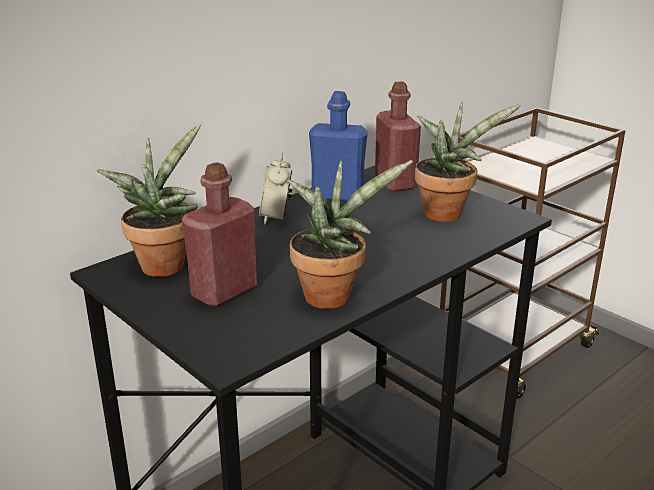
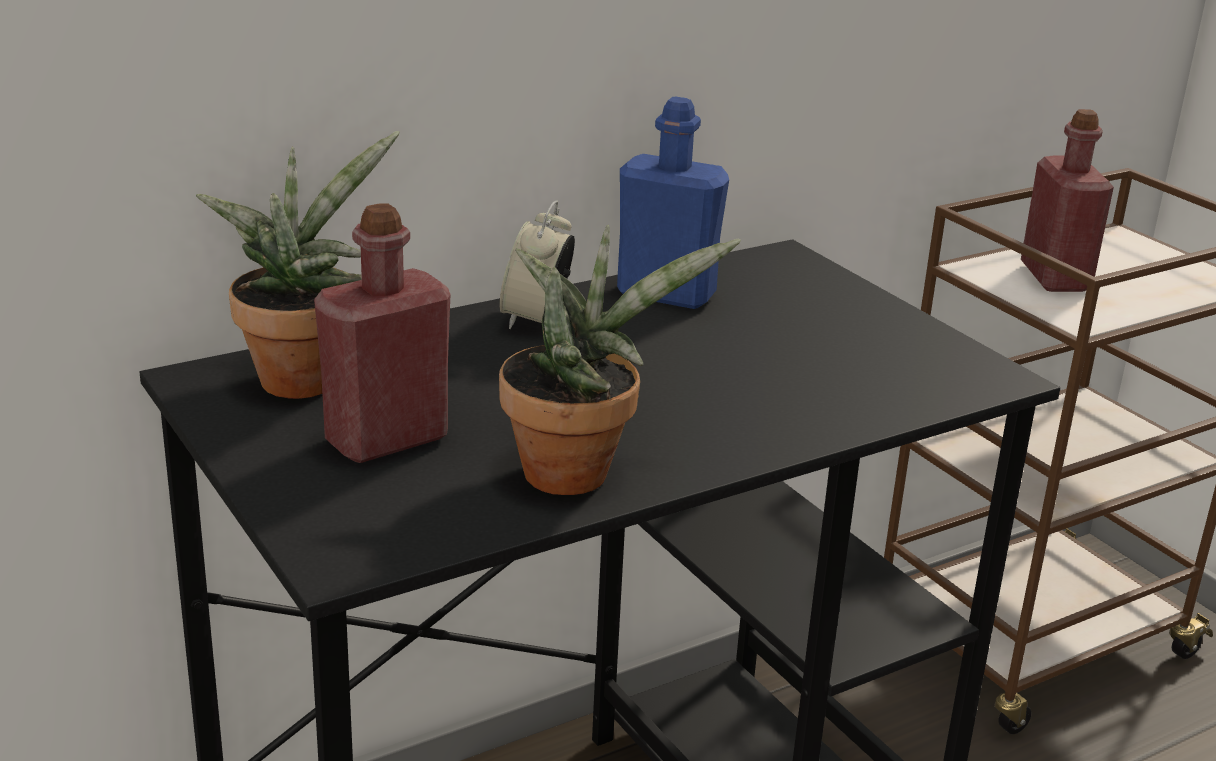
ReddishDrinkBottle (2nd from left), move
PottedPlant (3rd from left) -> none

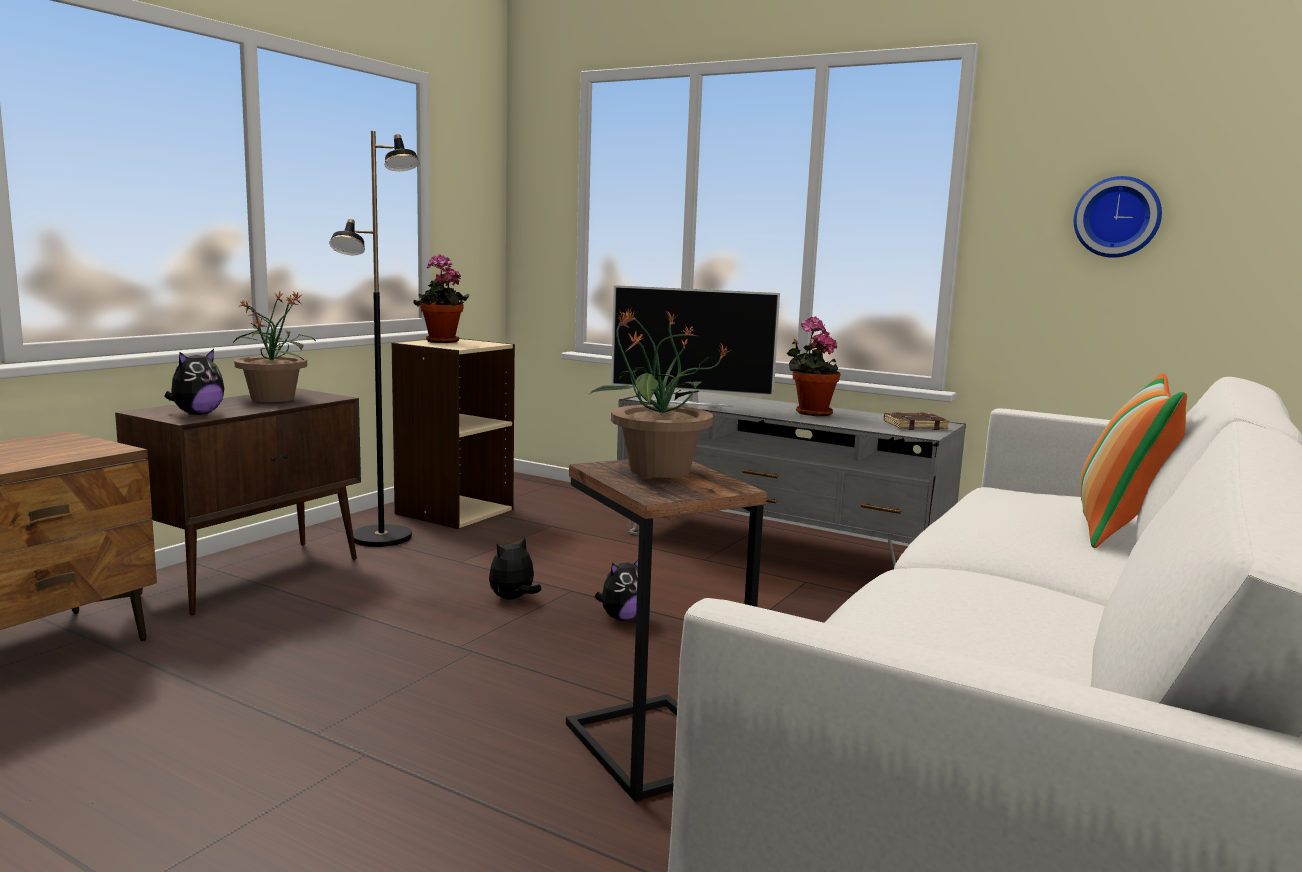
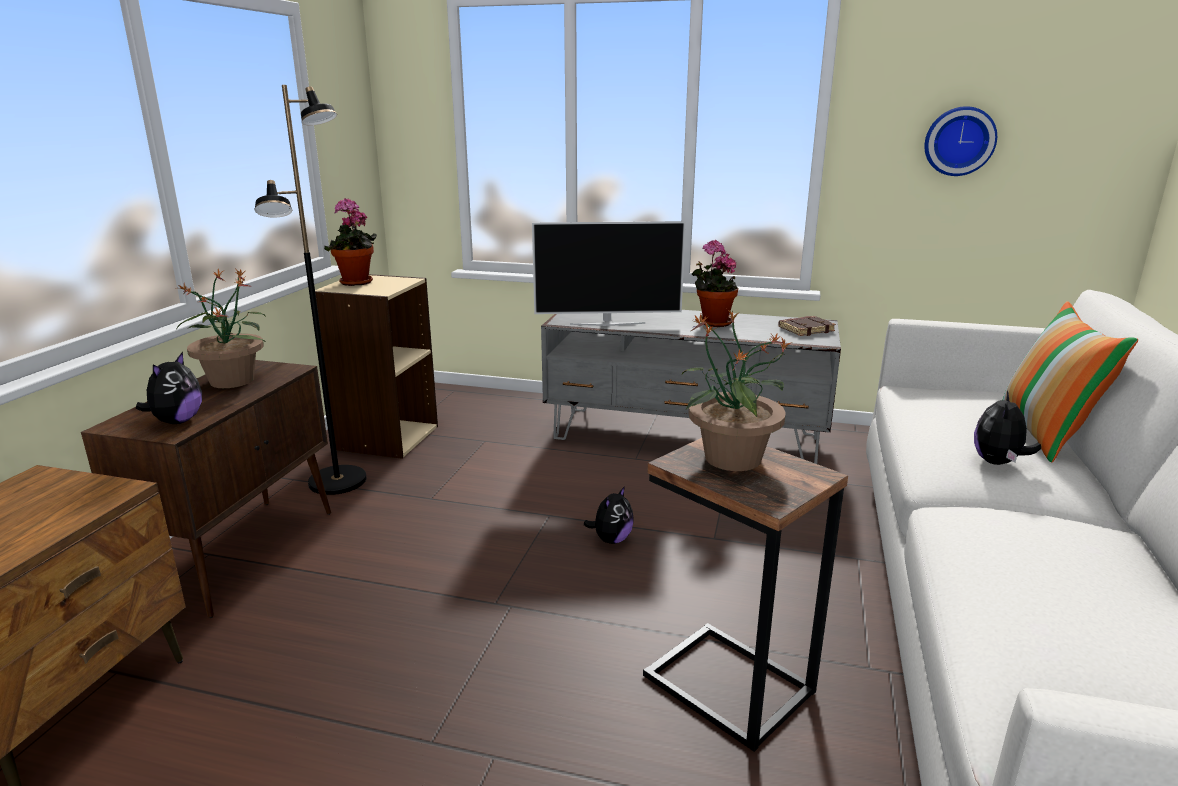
CuddlyToy (2nd from left in the first image) -> CuddlyToy (3rd from left), move

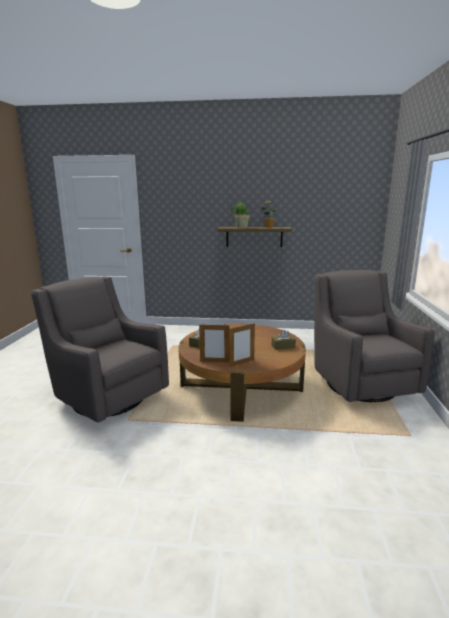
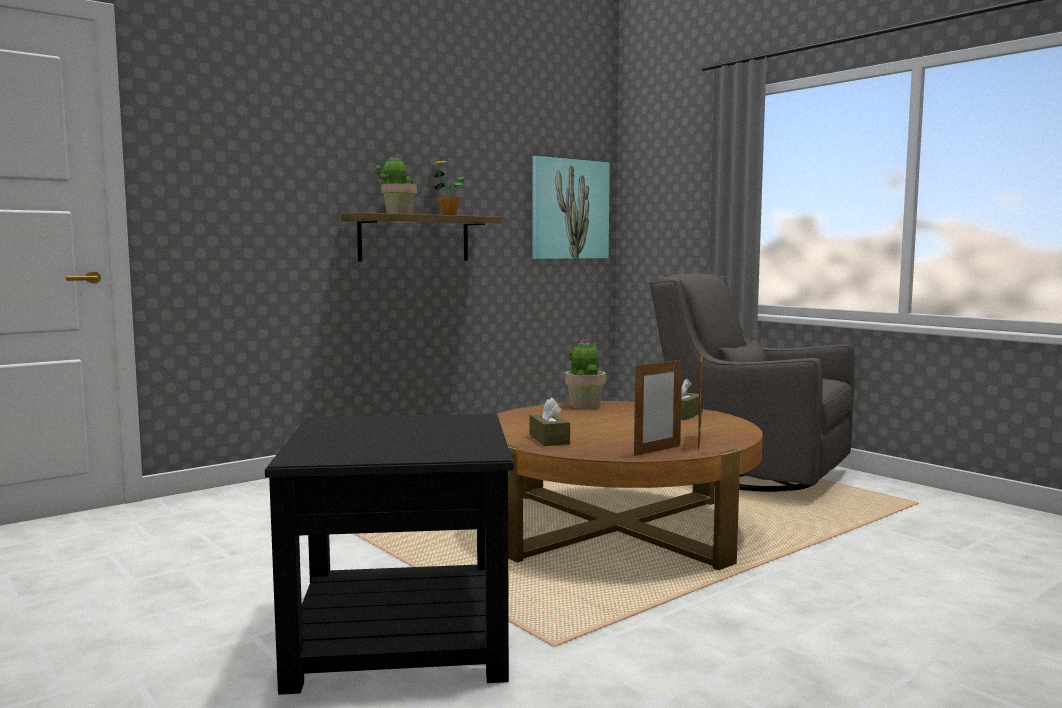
GrayEasyChair (1st from left) -> BlackColouredEndTable
none -> WallArt
none -> PottedPlant (3rd from left)

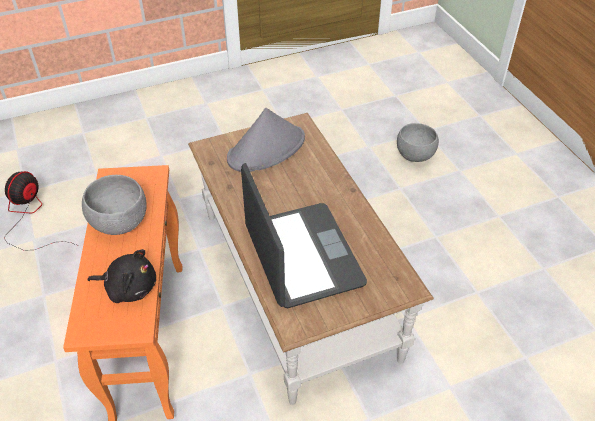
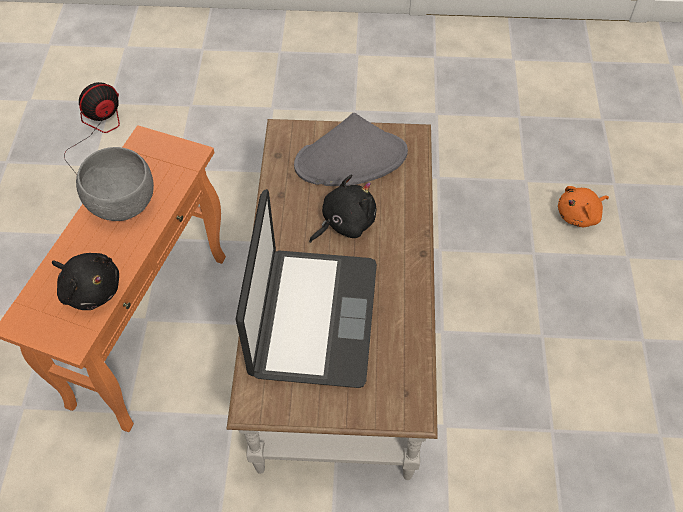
GrayServingBowl (2nd from left) -> OrangeColouredCuddlyToy
none -> BlackColouredCuddlyToy (2nd from left)

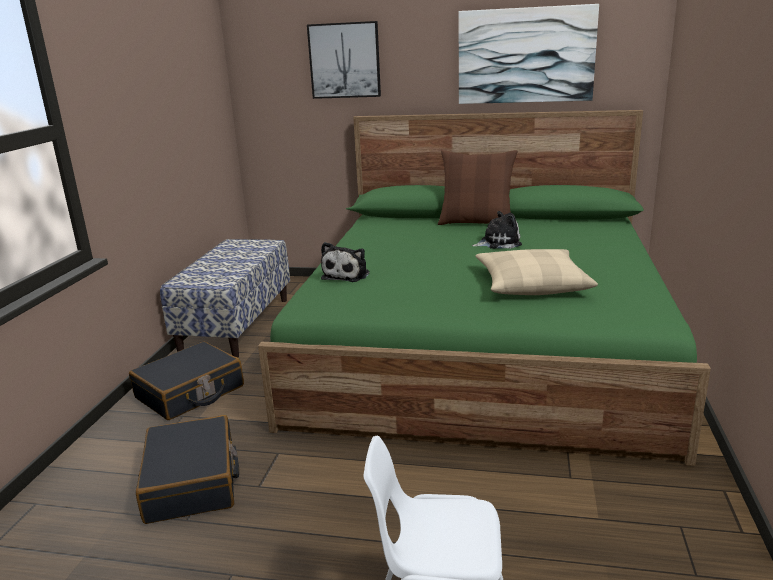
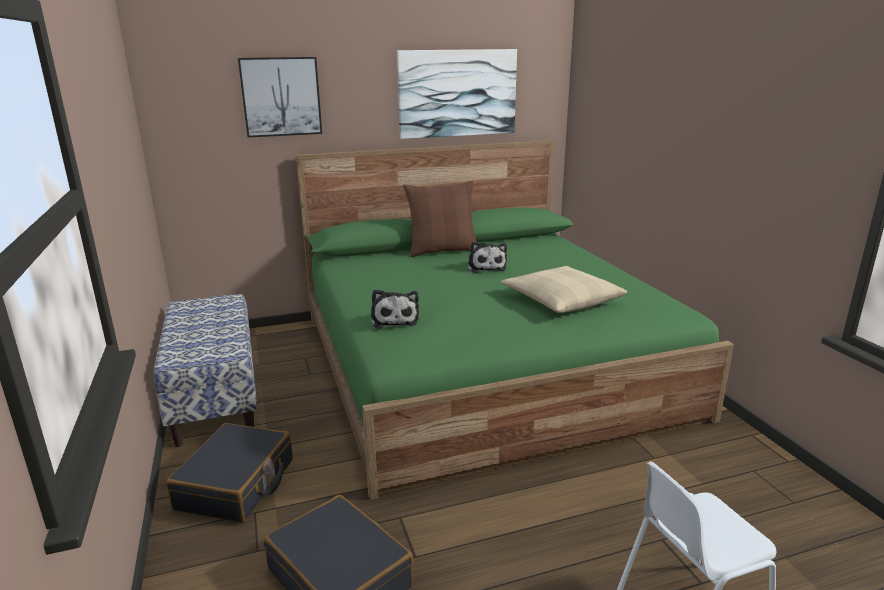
CuddlyToy (2nd from left), 120 degrees clockwise

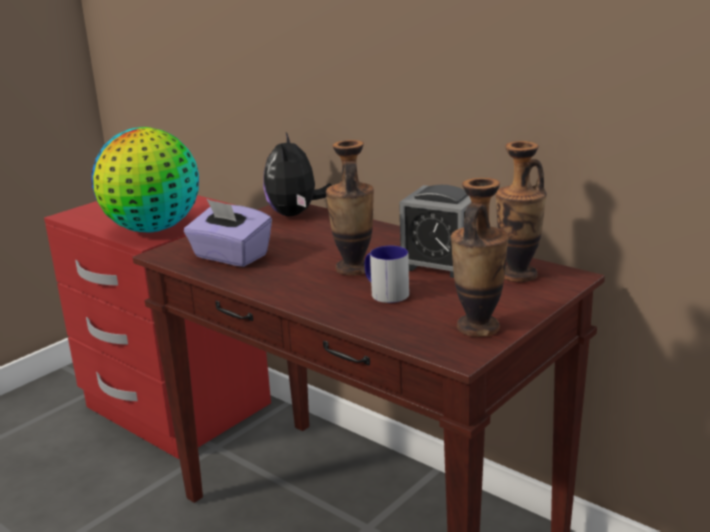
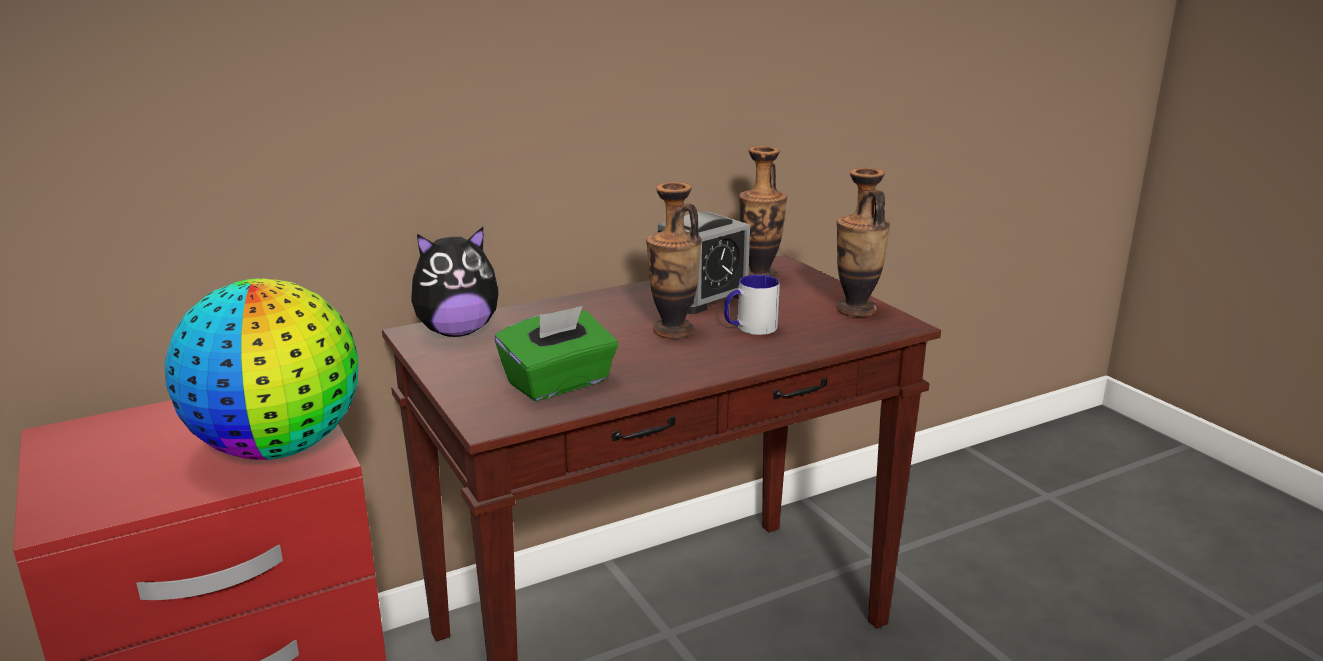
PurpleTissueBox -> GreenColouredTissueBox
CuddlyToy, 45 degrees counterclockwise

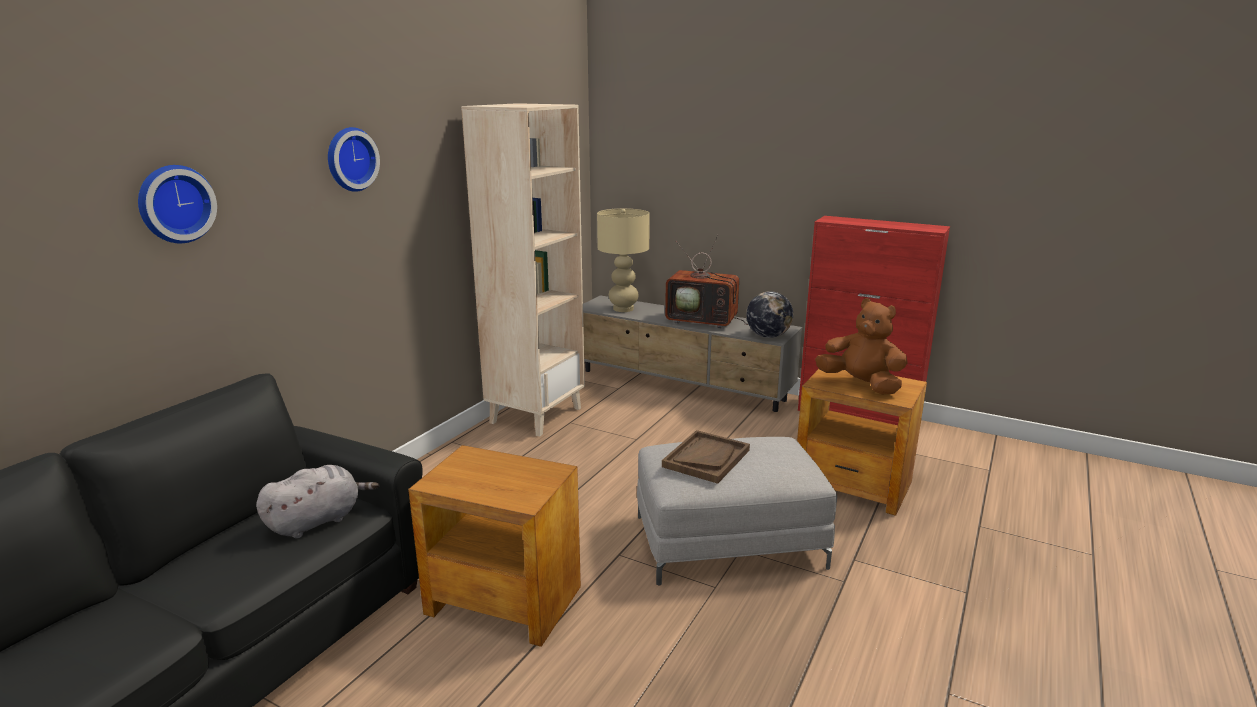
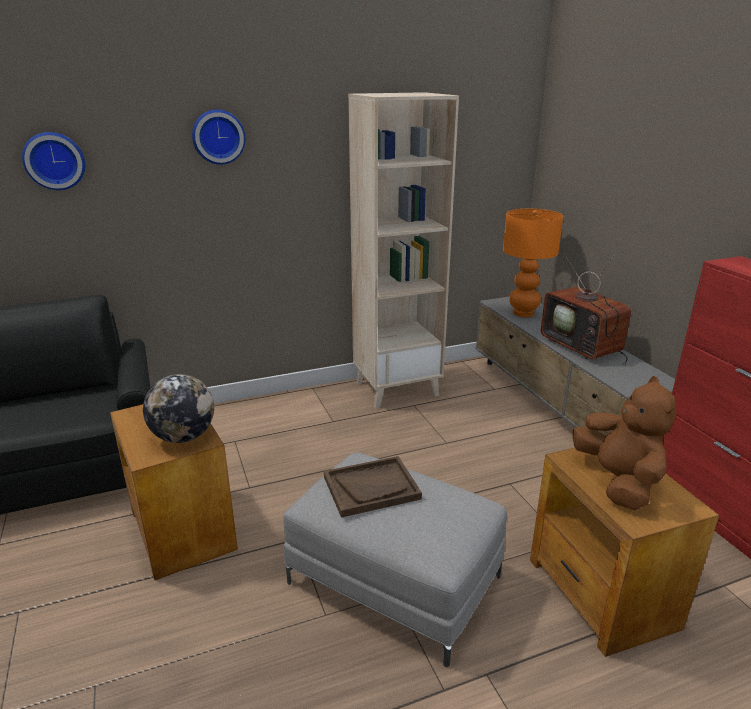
GrayCuddlyToy -> none
BeigeTabletopLamp -> OrangeColouredTabletopLamp
DeskGlobe, move

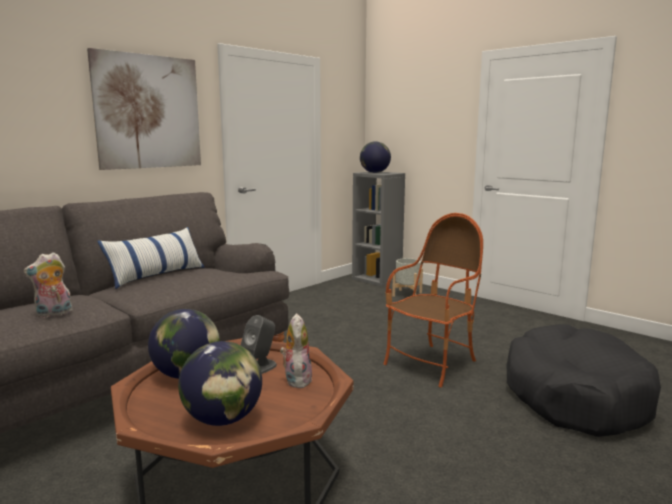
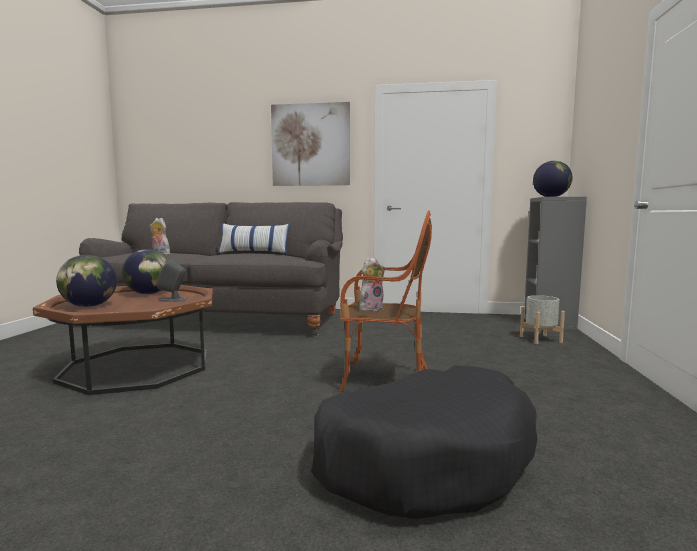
CuddlyToy (2nd from left), move

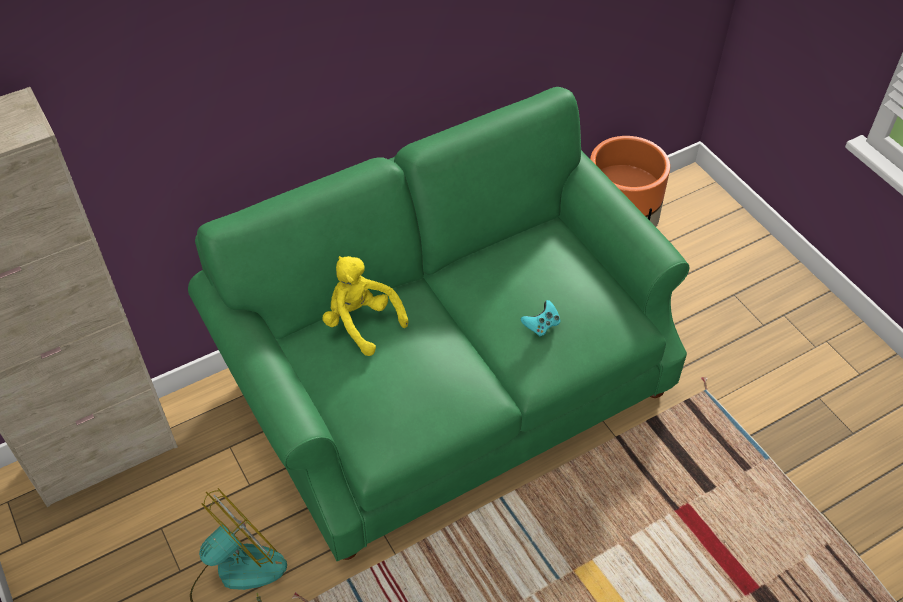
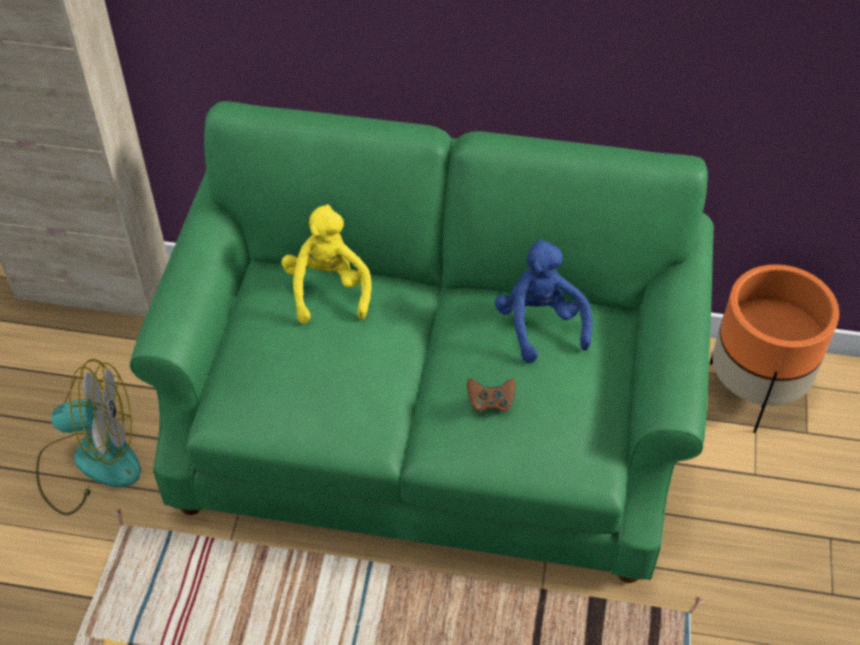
TurquoiseGameController -> BrownGameController
none -> BlueCuddlyToy

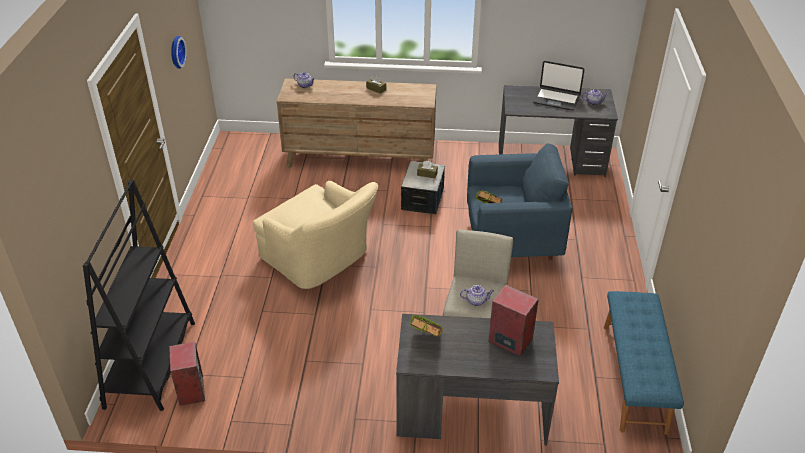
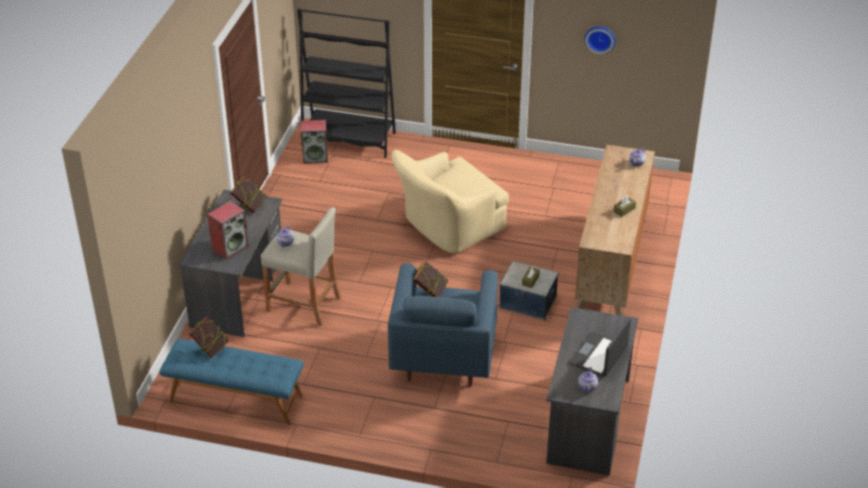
none -> BoundBook (1st from left)

